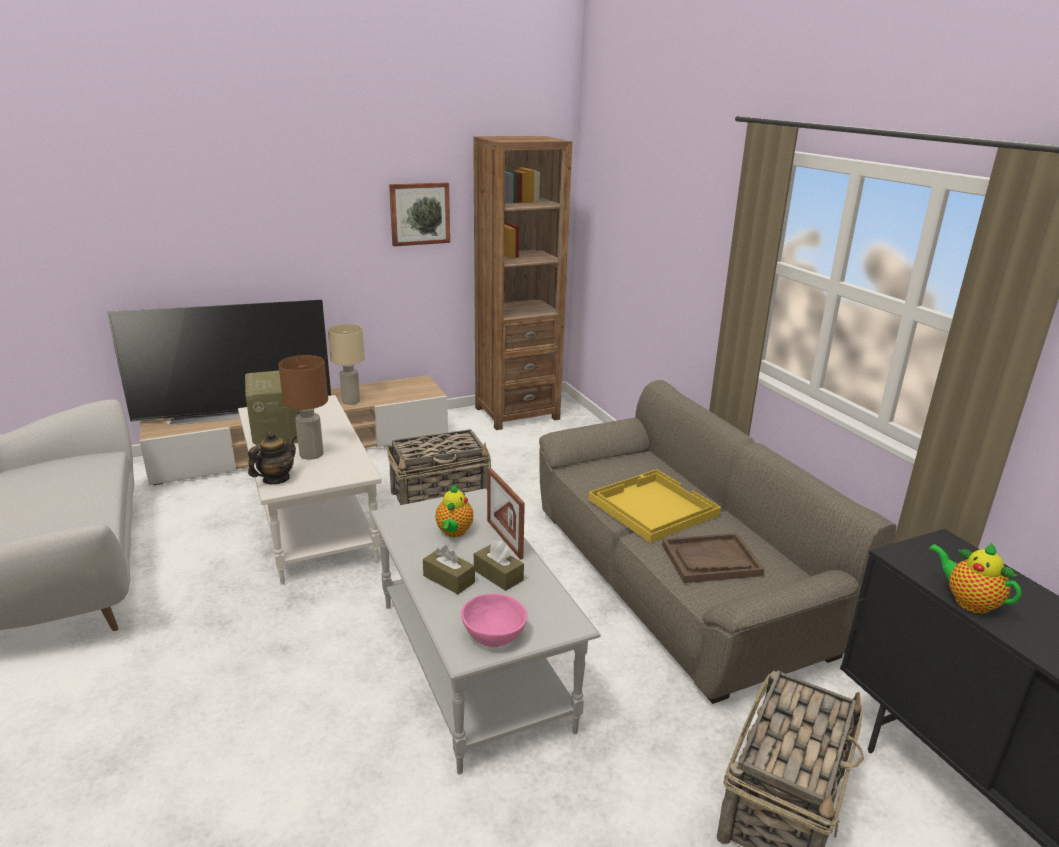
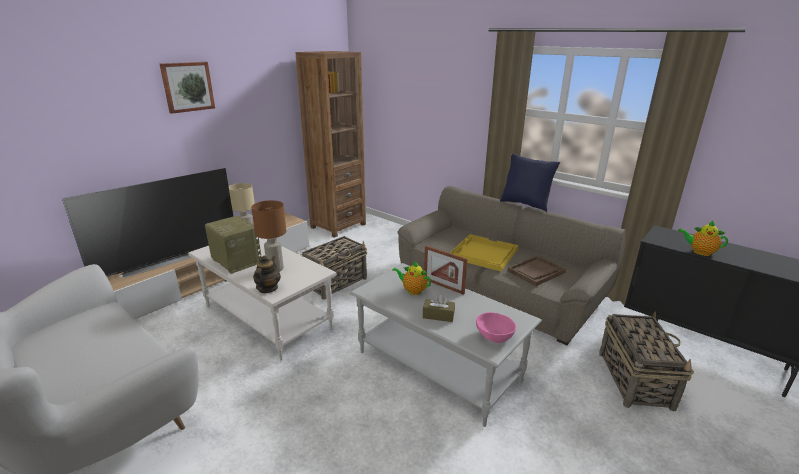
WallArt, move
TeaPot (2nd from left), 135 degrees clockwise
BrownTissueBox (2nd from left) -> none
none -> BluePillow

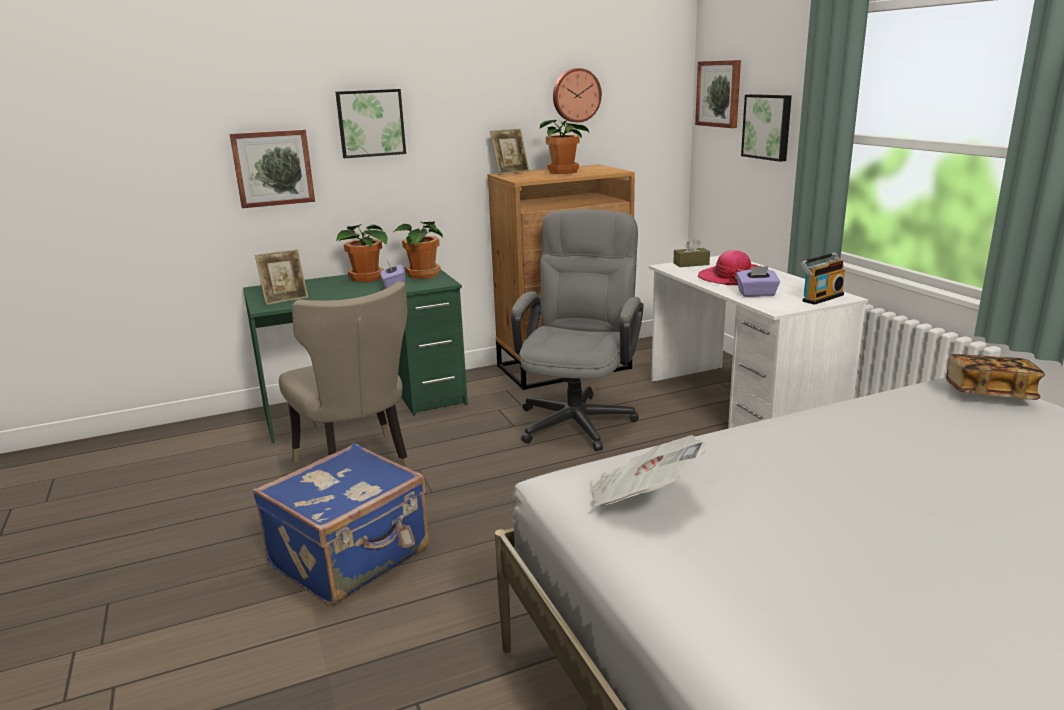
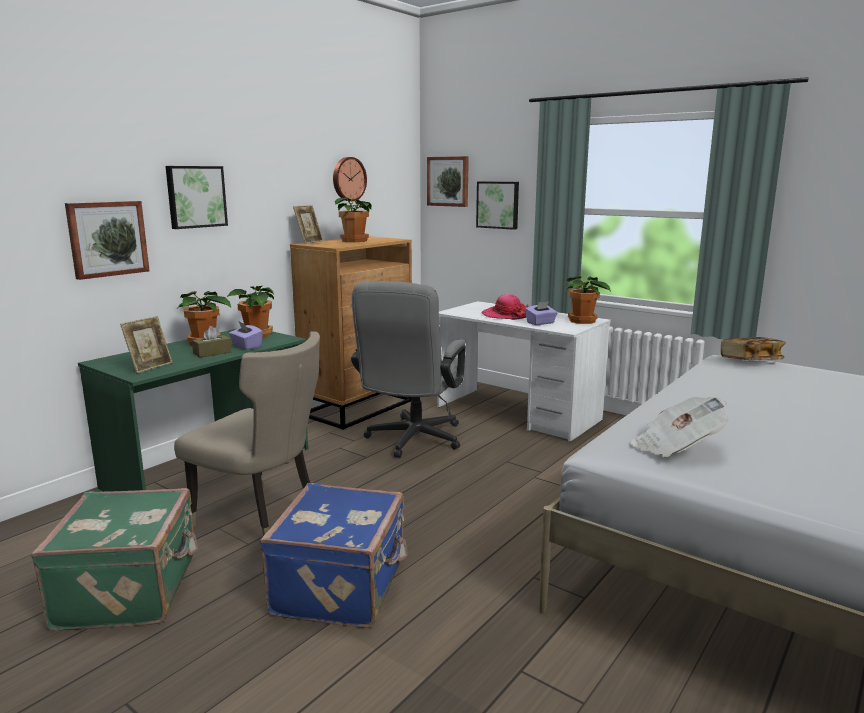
GrayDeskChair, 150 degrees counterclockwise
BrownTissueBox, move
RadioReceiver -> PottedPlant (4th from left)
none -> GreenColouredSuitcase

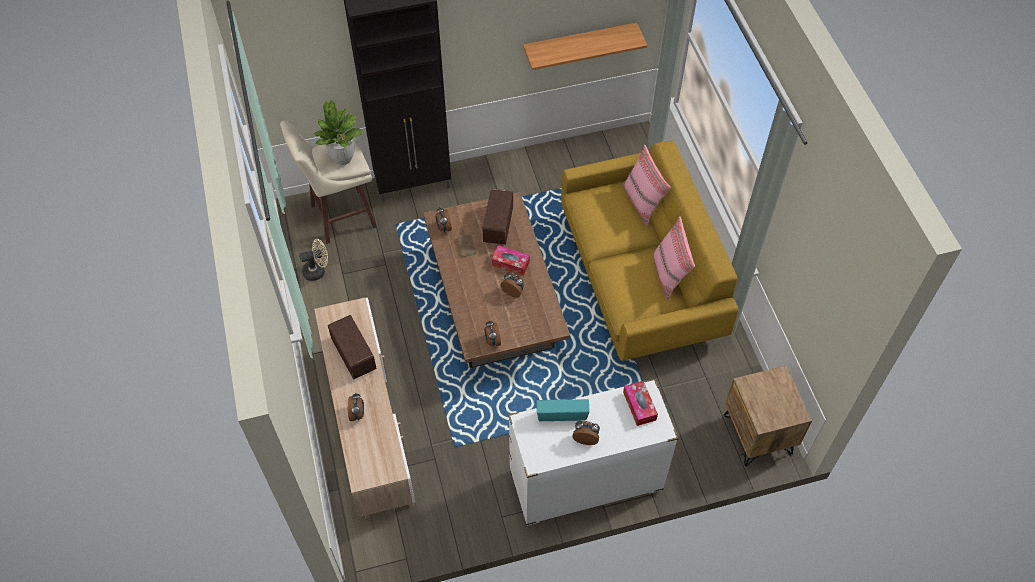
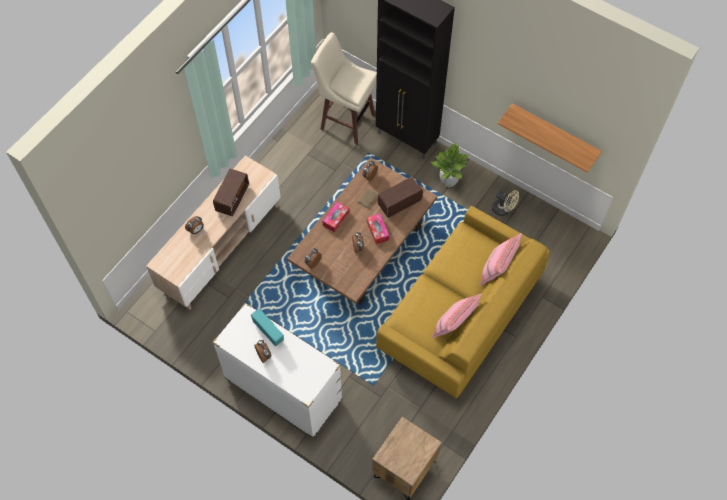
BeigeElectricFan, move
PottedPlant, move
TissueBox (2nd from left in the first image) -> TissueBox (1st from left), move

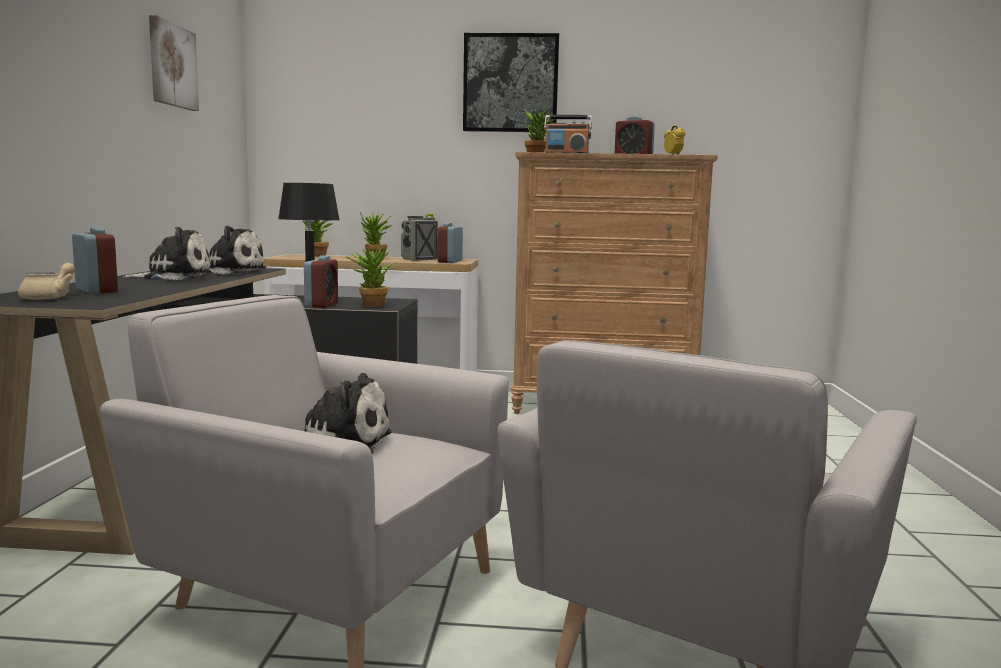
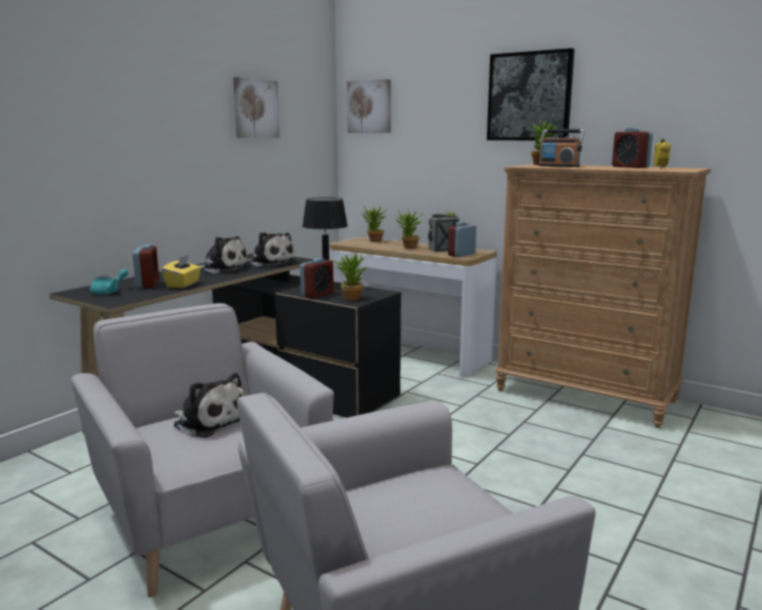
BeigeTeaPot -> TurquoiseTeaPot
none -> YellowishTissueBox
none -> WallArt (2nd from left)

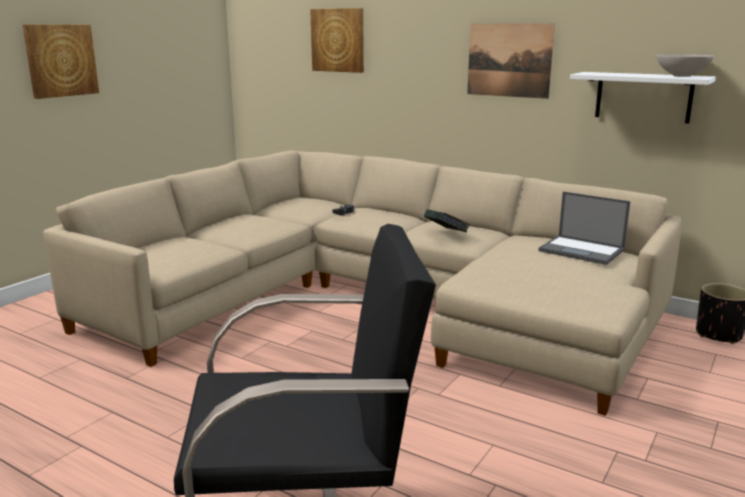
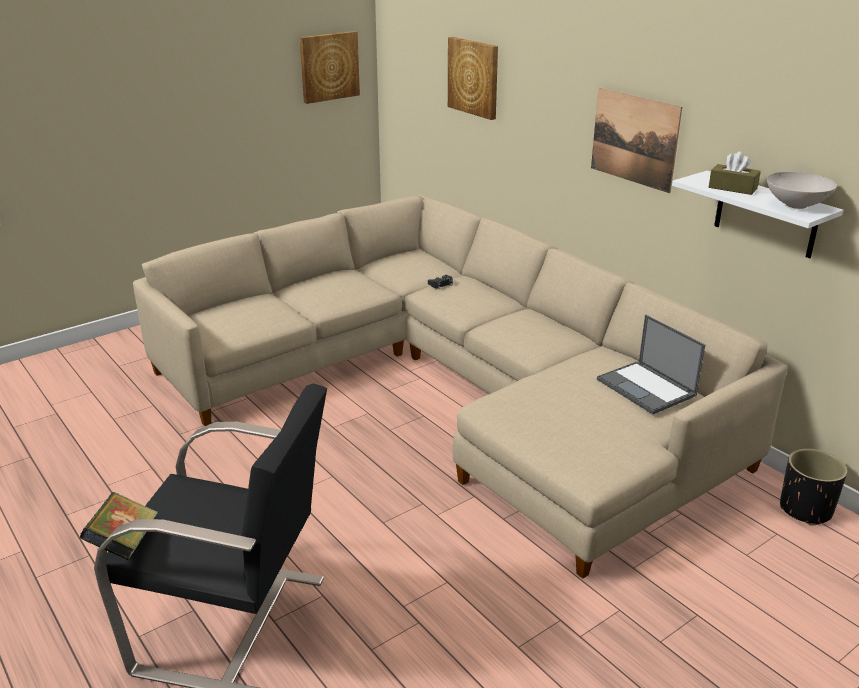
WallArt (1st from left), move
BoundBook, move
none -> BrownTissueBox

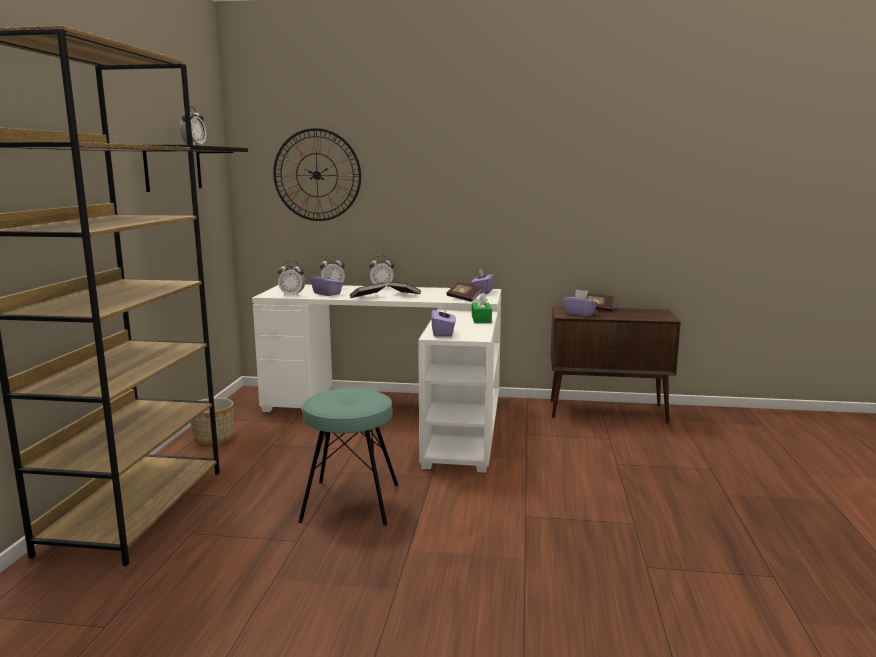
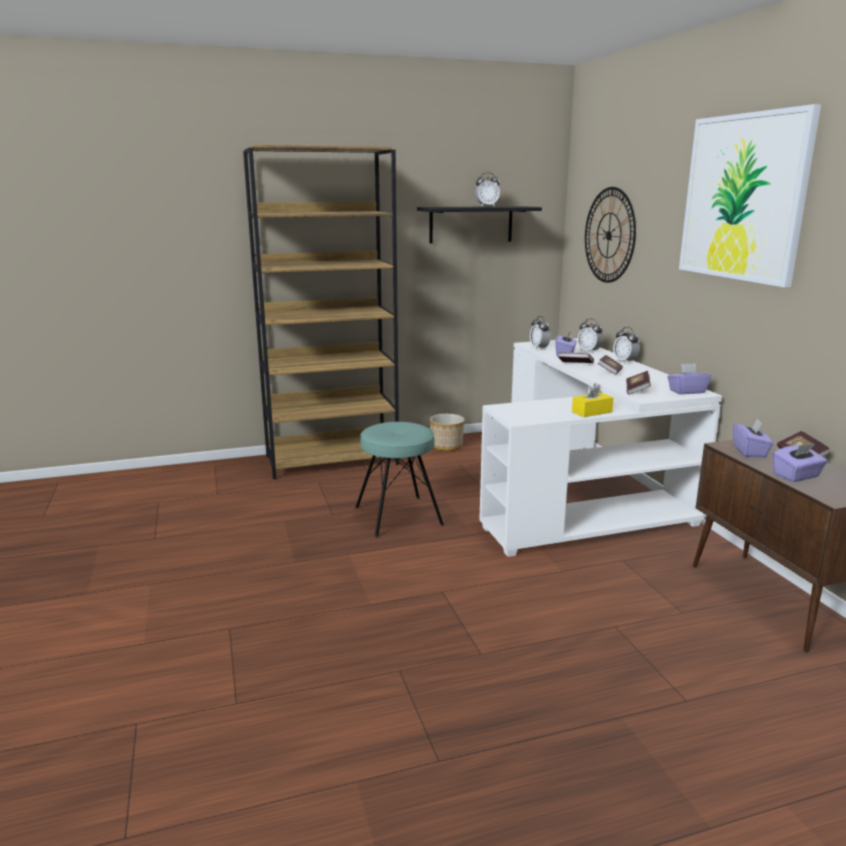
PurpleTissueBox (2nd from left in the first image) -> PurpleTissueBox (4th from left), move
GreenColouredTissueBox -> YellowishTissueBox
none -> WallArt

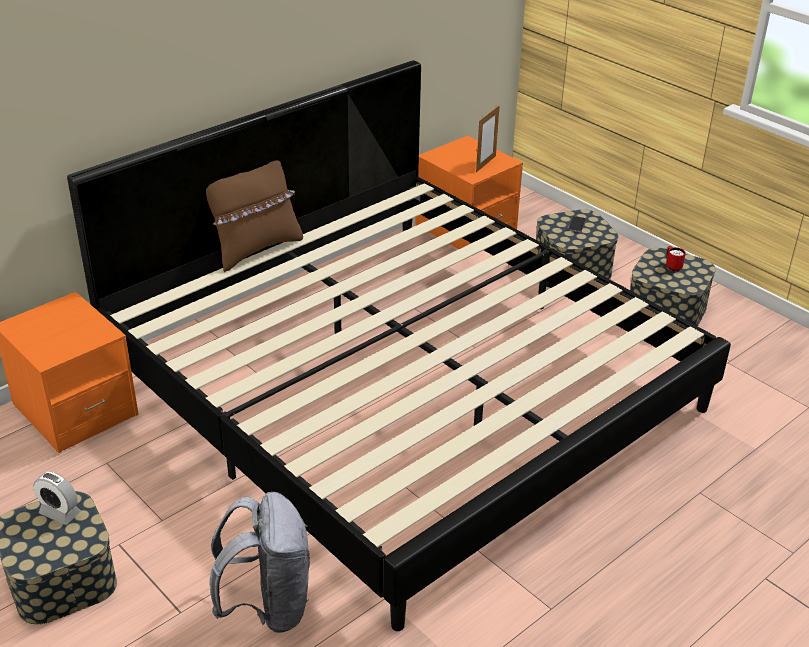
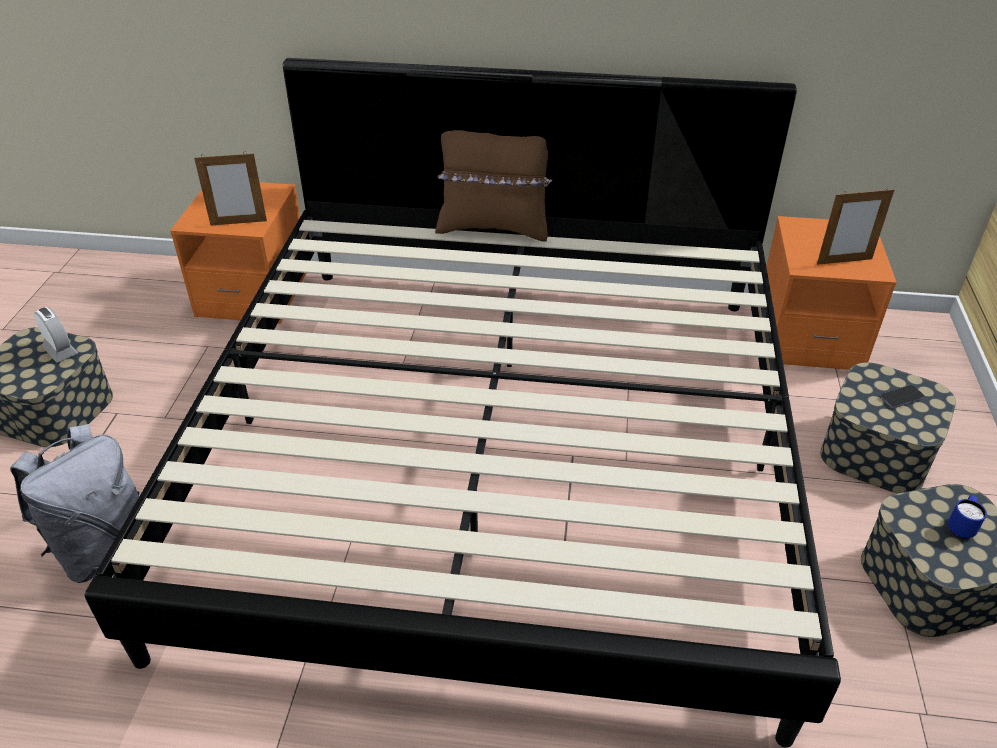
BedsideClock, 150 degrees clockwise
ReddishCoffeeMug -> BlueCoffeeMug
none -> PictureFrame (1st from left)

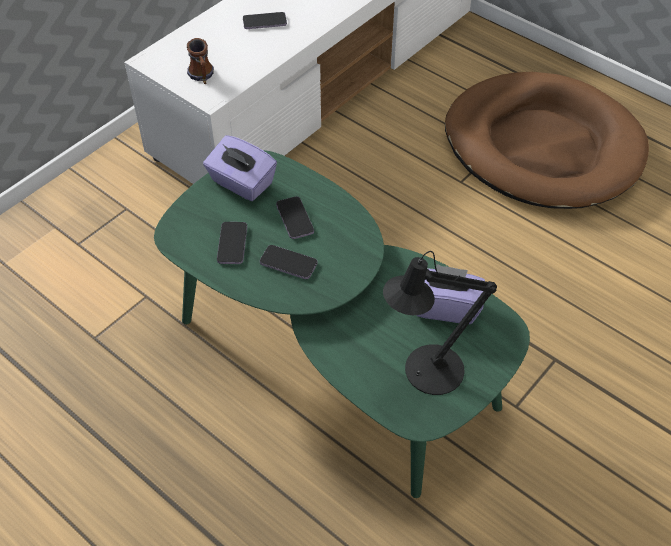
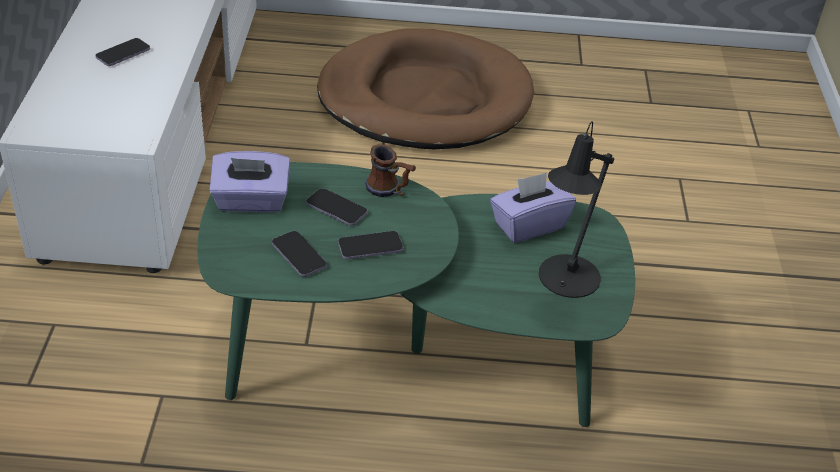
CoffeeMug, move

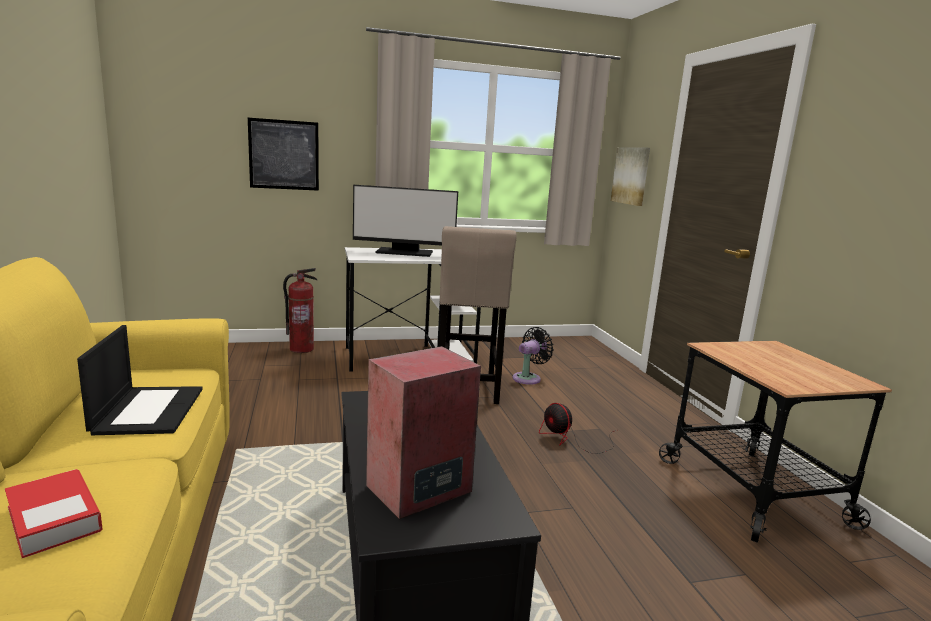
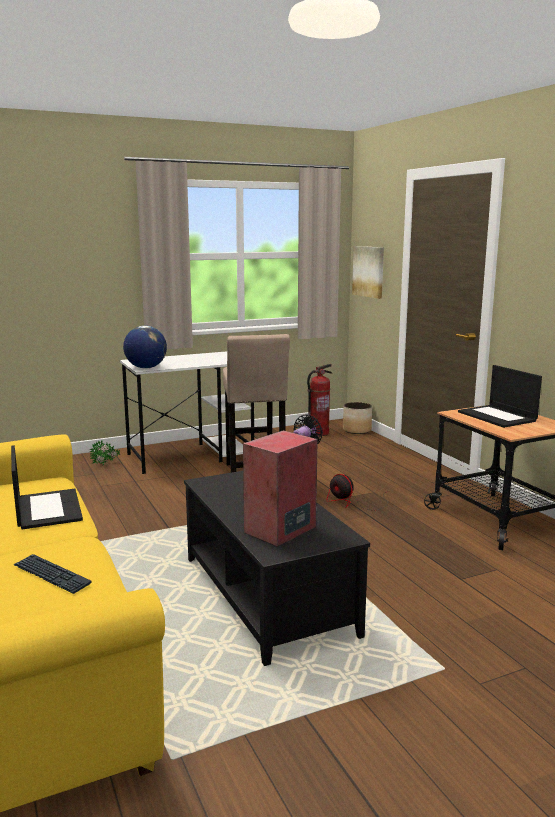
BoundBook -> Keyboard
WallArt (1st from left) -> none
FireExtinguisher, move
Monitor -> none
none -> PottedPlant
none -> DeskGlobe
none -> Planter
none -> PortableComputer (2nd from left)

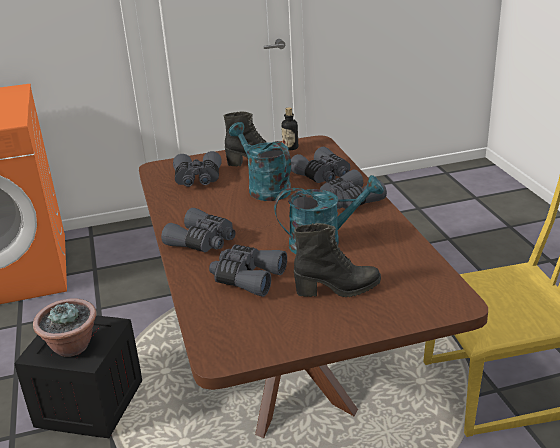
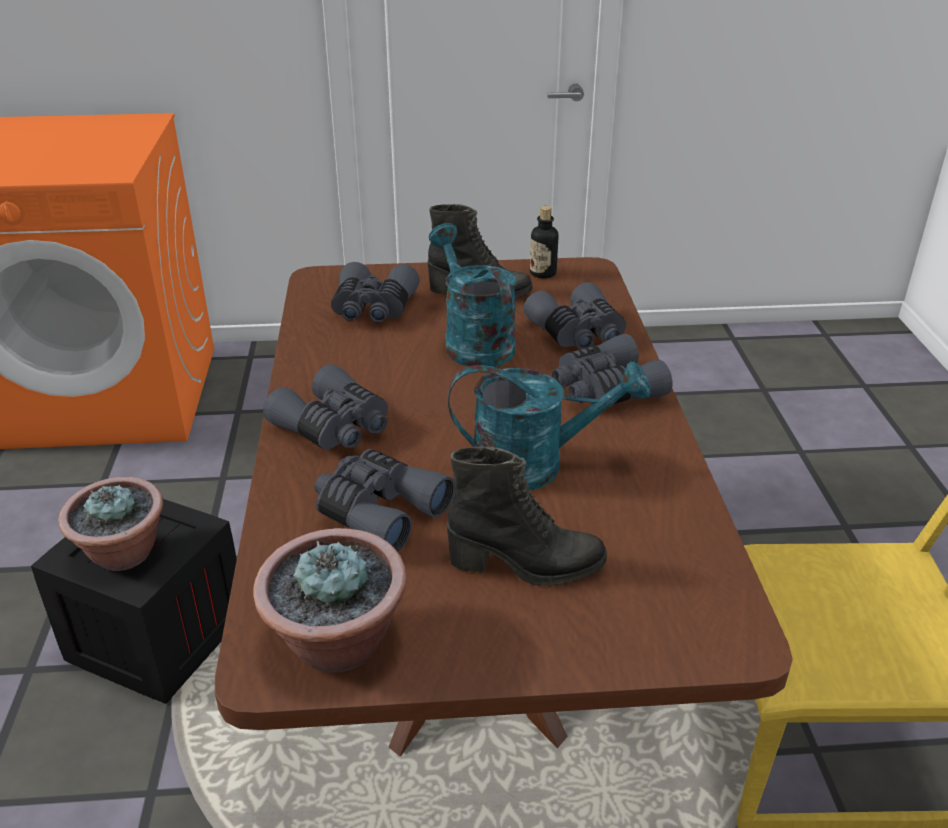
none -> PottedPlant (2nd from left)

